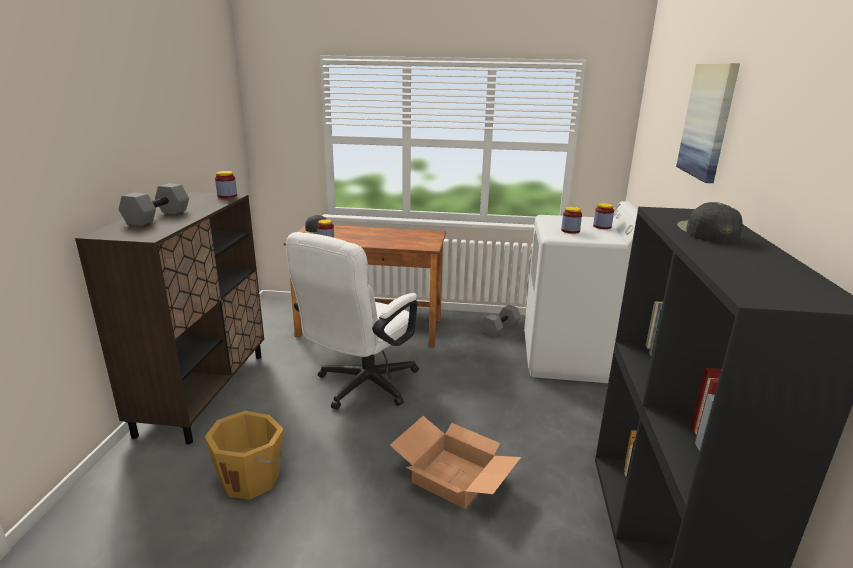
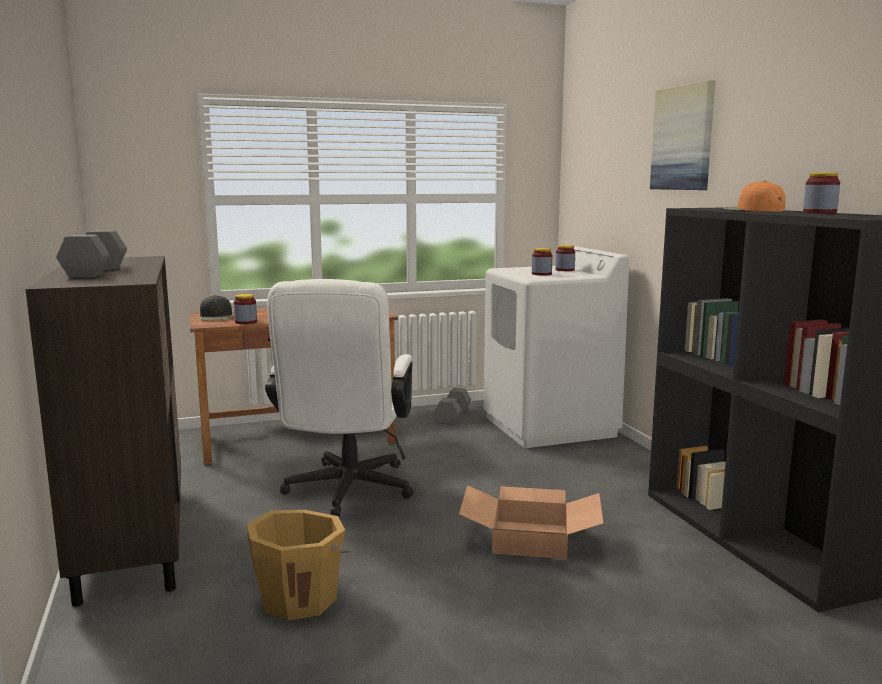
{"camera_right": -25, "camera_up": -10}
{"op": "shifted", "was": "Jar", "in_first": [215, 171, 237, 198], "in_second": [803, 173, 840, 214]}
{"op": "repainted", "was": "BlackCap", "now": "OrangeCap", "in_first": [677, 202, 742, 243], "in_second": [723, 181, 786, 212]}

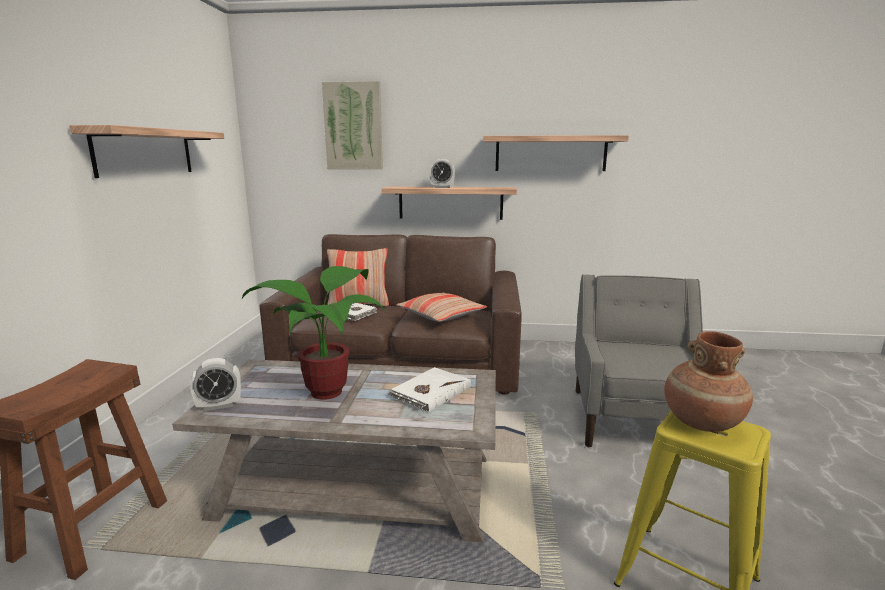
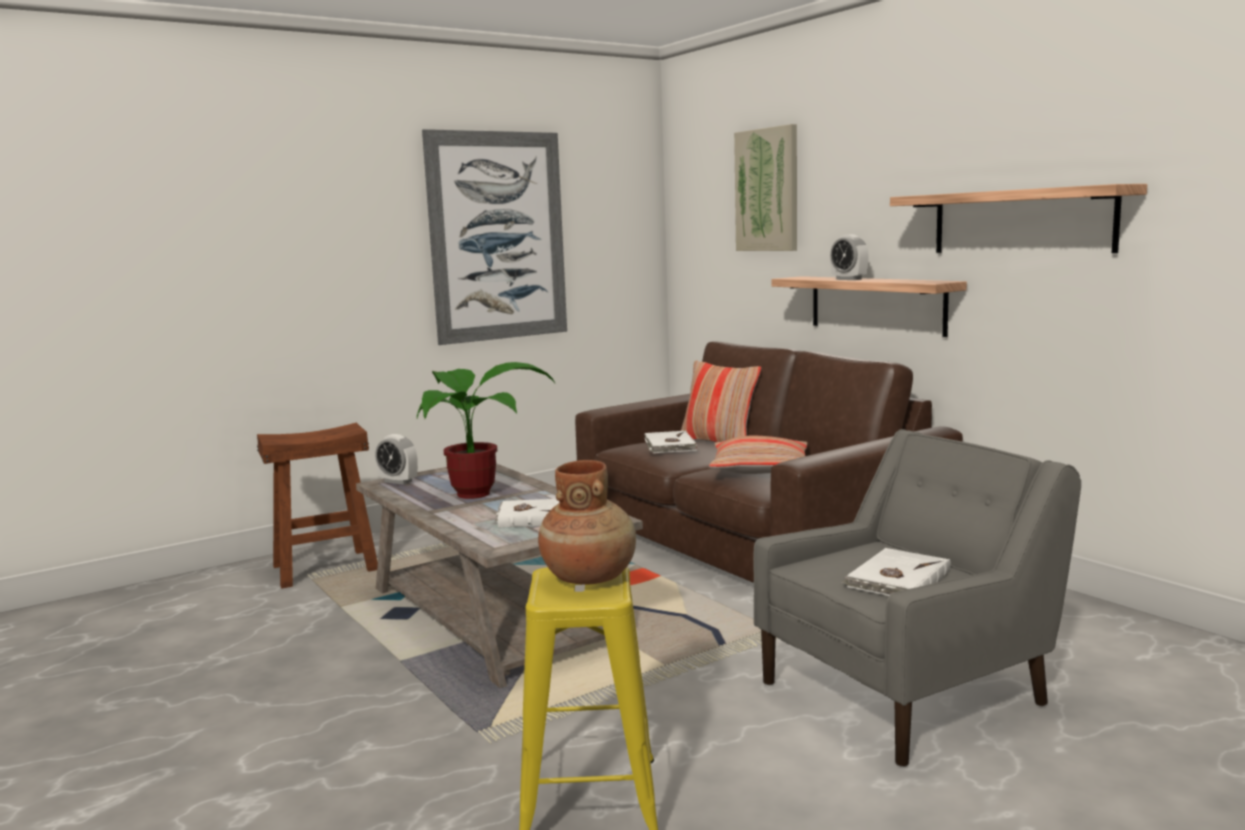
{"camera_right": 50, "camera_up": -5}
{"op": "swapped", "was": "WallShelf", "now": "WallPicture", "in_first": [69, 125, 224, 178], "in_second": [422, 129, 567, 345]}
{"op": "new", "now": "WhiteVolume", "in_second": [841, 548, 951, 596]}

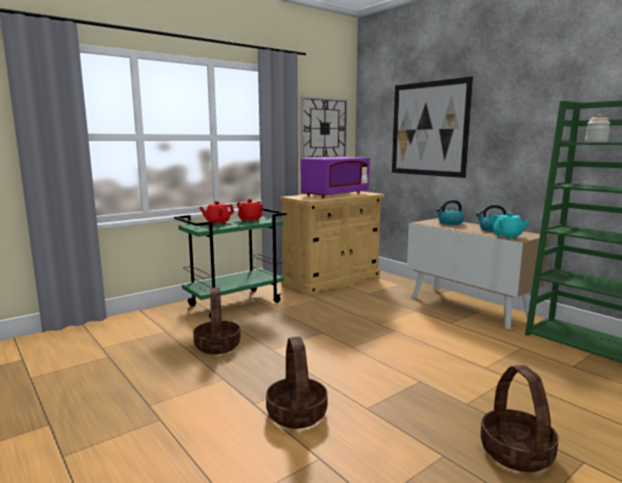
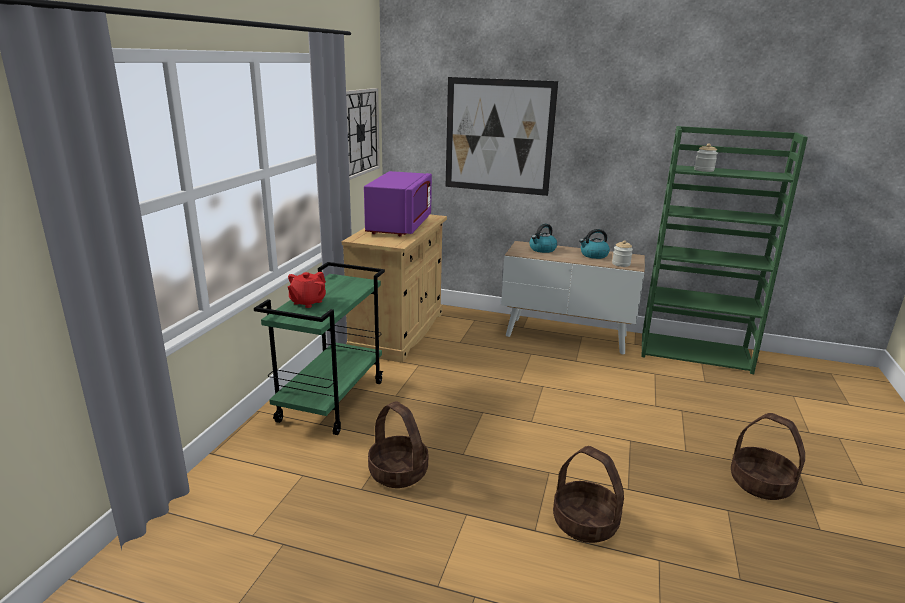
{"camera_right": -35, "camera_up": 10}
{"op": "gone", "was": "RedColouredTeapot", "in_first": [237, 199, 263, 222]}
{"op": "swapped", "was": "TurquoiseColouredTeapot", "now": "Jar", "in_first": [491, 212, 530, 239], "in_second": [612, 240, 633, 267]}

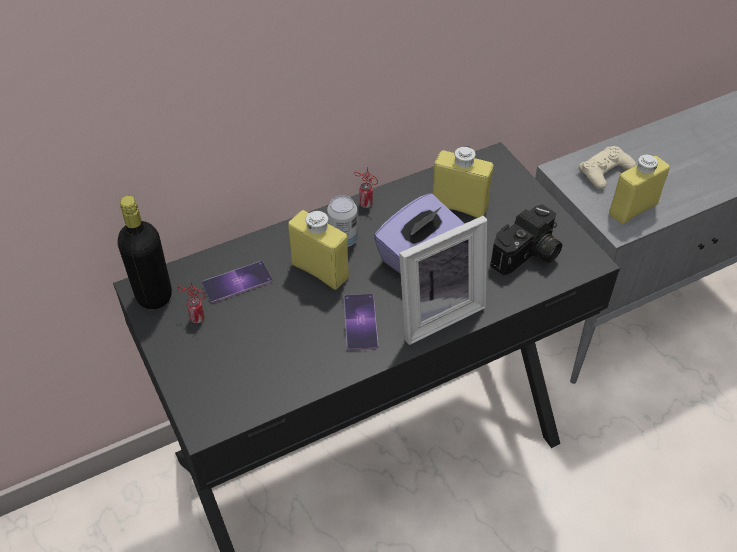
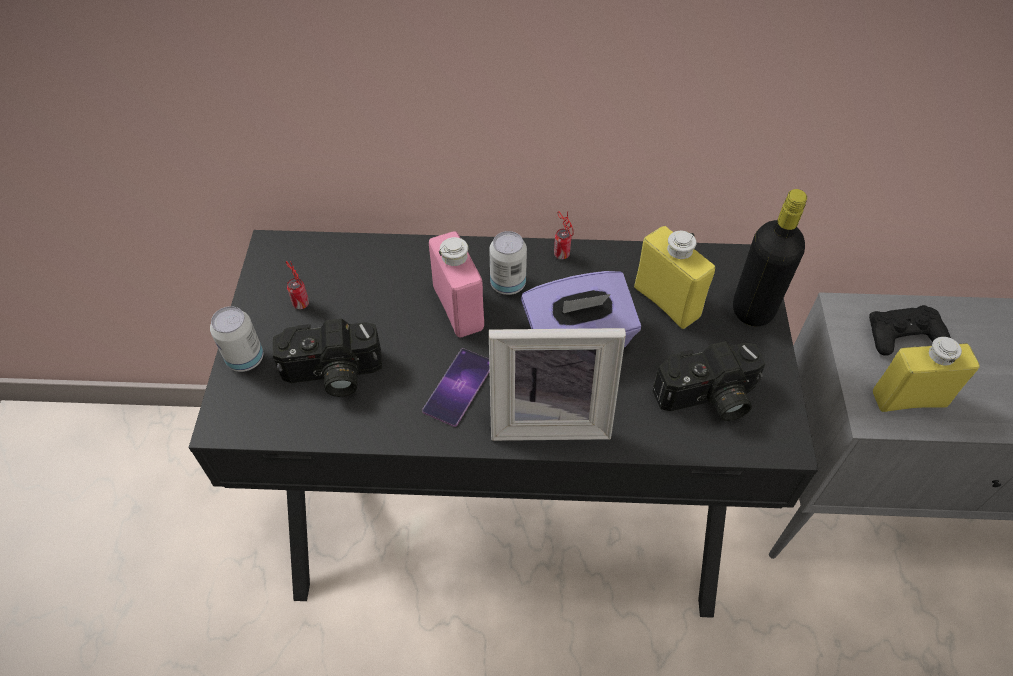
{"camera_right": 30, "camera_up": 5}
{"op": "repainted", "was": "SandColouredGameController", "now": "BlackGameController", "in_first": [579, 146, 636, 189], "in_second": [869, 305, 951, 356]}
{"op": "shifted", "was": "BlackBeverageBottle", "in_first": [118, 196, 172, 309], "in_second": [733, 189, 807, 326]}
{"op": "repainted", "was": "YellowBeverageBottle", "now": "PinkColouredBeverageBottle", "in_first": [288, 210, 349, 290], "in_second": [429, 231, 484, 337]}
{"op": "gone", "was": "Phone", "in_first": [202, 261, 273, 303]}
{"op": "new", "now": "Can", "in_second": [210, 306, 264, 372]}
{"op": "new", "now": "PhotoCamera", "in_second": [273, 318, 382, 397]}

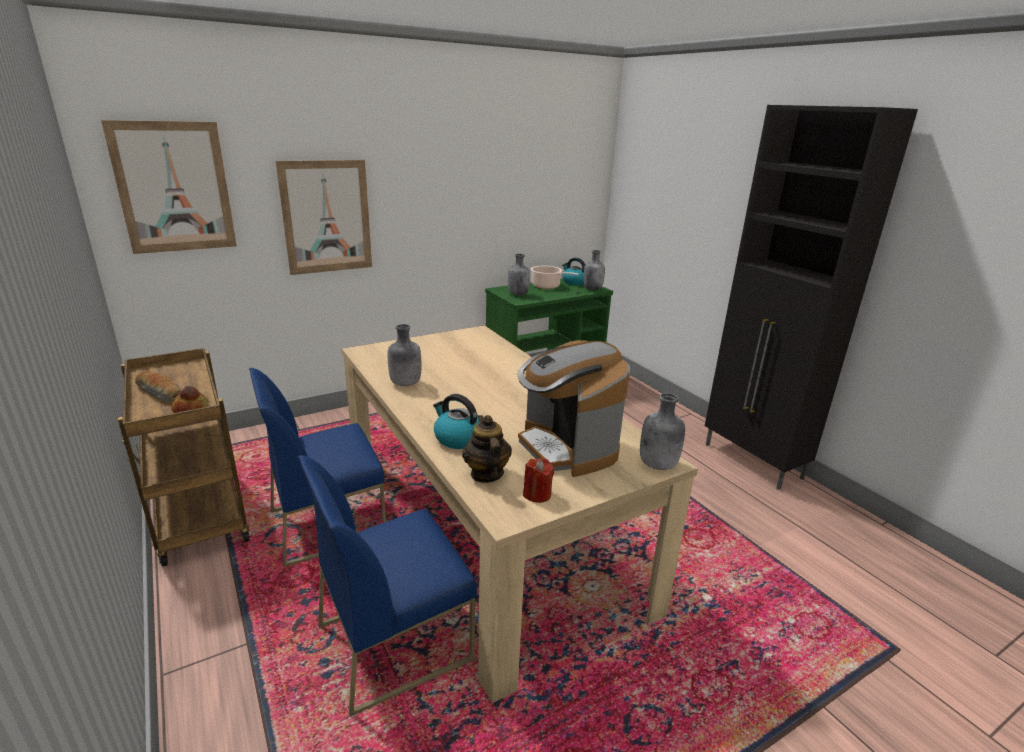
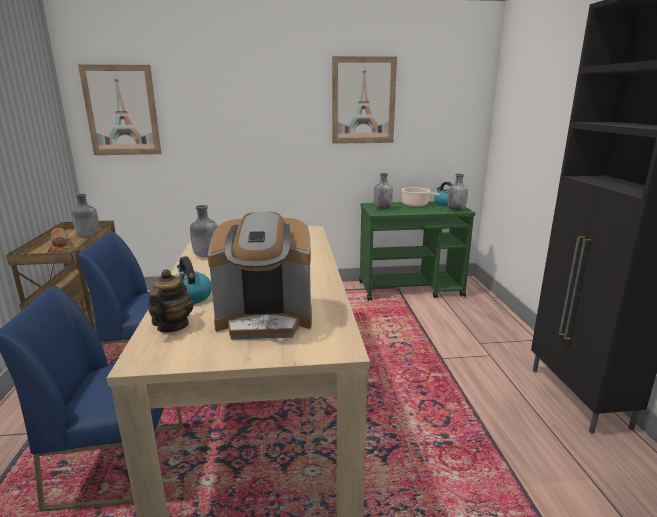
{"camera_right": 25, "camera_up": -5}
{"op": "shifted", "was": "WallPicture", "in_first": [276, 160, 372, 275], "in_second": [332, 56, 397, 144]}
{"op": "rotated", "was": "CoffeeMachine", "in_first": [518, 340, 630, 477], "in_second": [208, 212, 312, 339], "clockwise": -90}
{"op": "shifted", "was": "GreyishBeverageBottle", "in_first": [640, 393, 685, 470], "in_second": [72, 194, 99, 237]}
{"op": "gone", "was": "RedColouredWaxCandle", "in_first": [523, 458, 554, 503]}

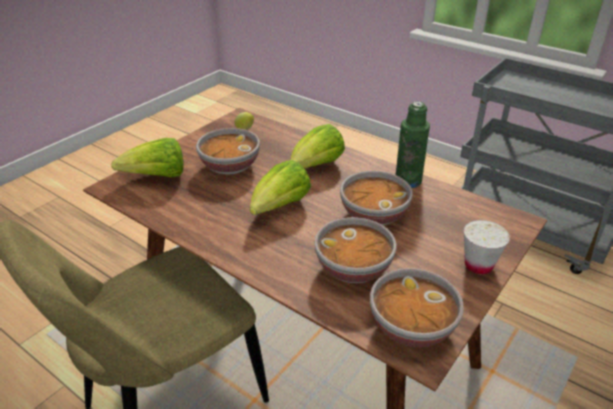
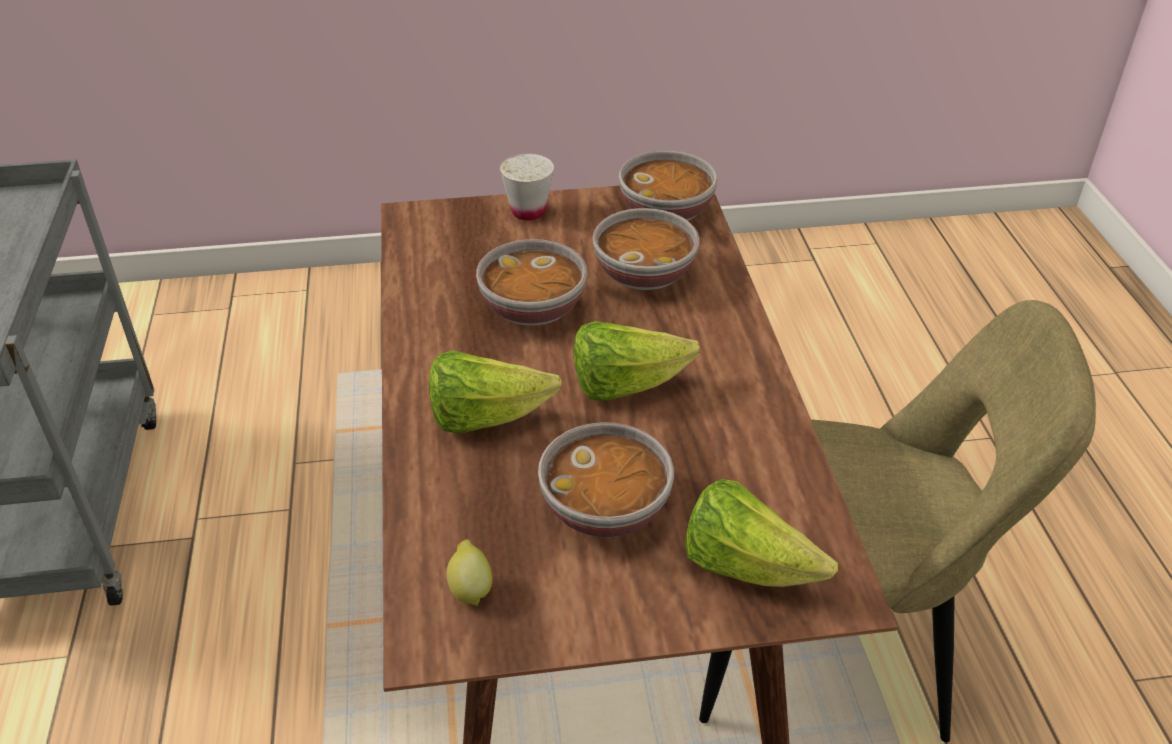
{"camera_right": -135, "camera_up": 5}
{"op": "gone", "was": "GreenishBeverageBottle", "in_first": [396, 102, 430, 188]}

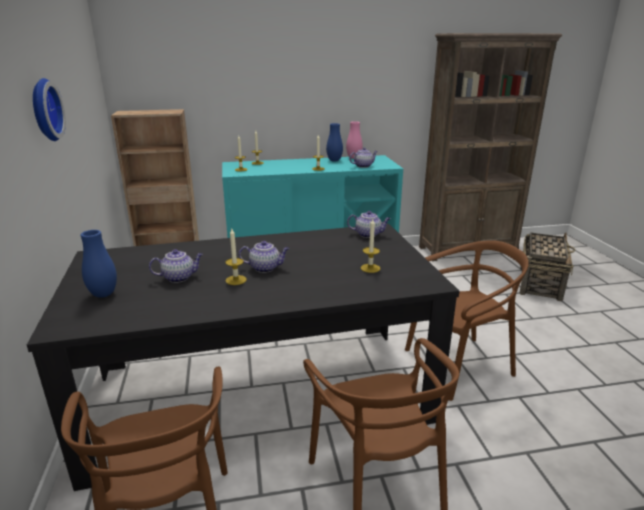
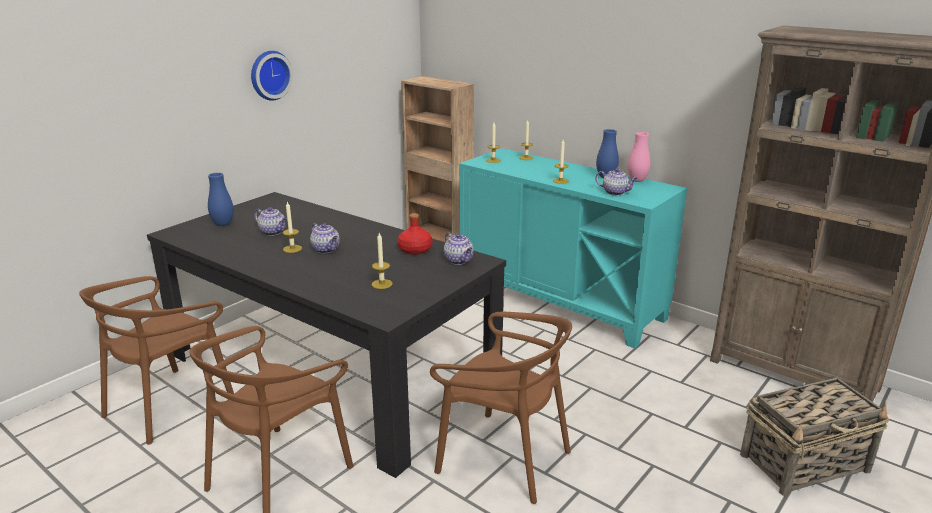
{"camera_right": 50, "camera_up": 0}
{"op": "new", "now": "RedColouredBeverageBottle", "in_second": [397, 213, 433, 255]}

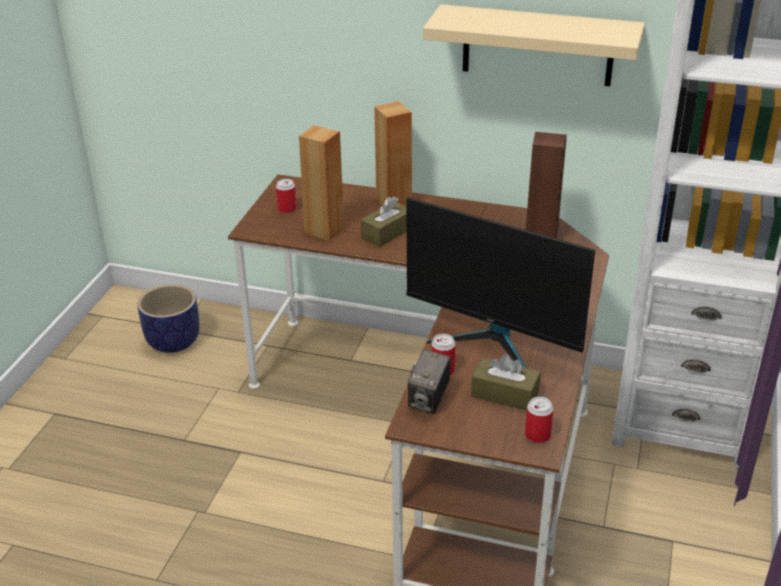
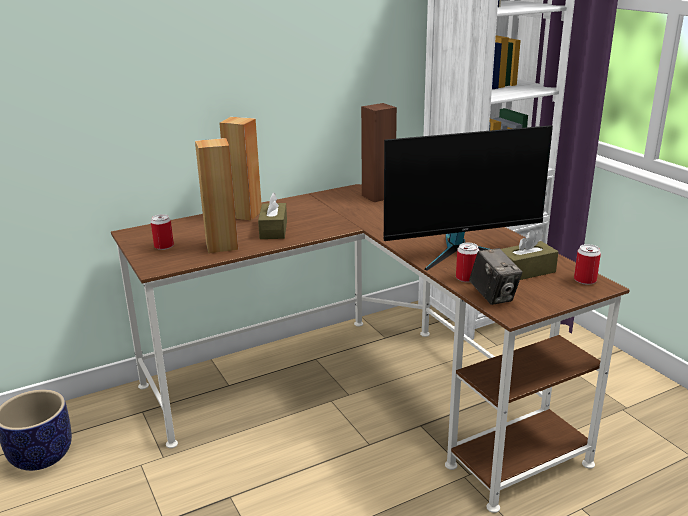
{"camera_right": -45, "camera_up": -10}
{"op": "gone", "was": "SandColouredWallShelf", "in_first": [423, 4, 645, 86]}

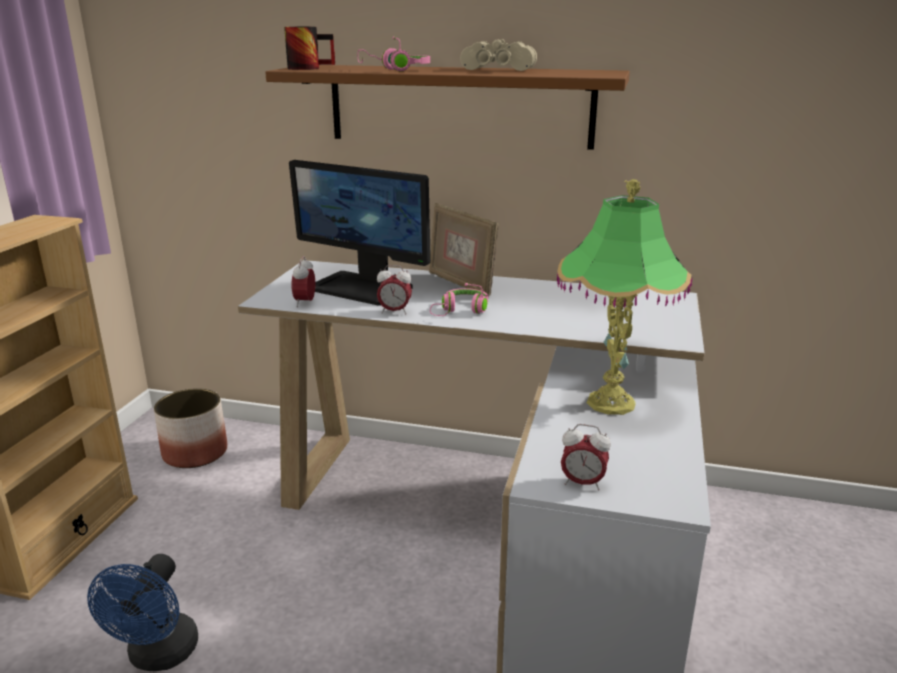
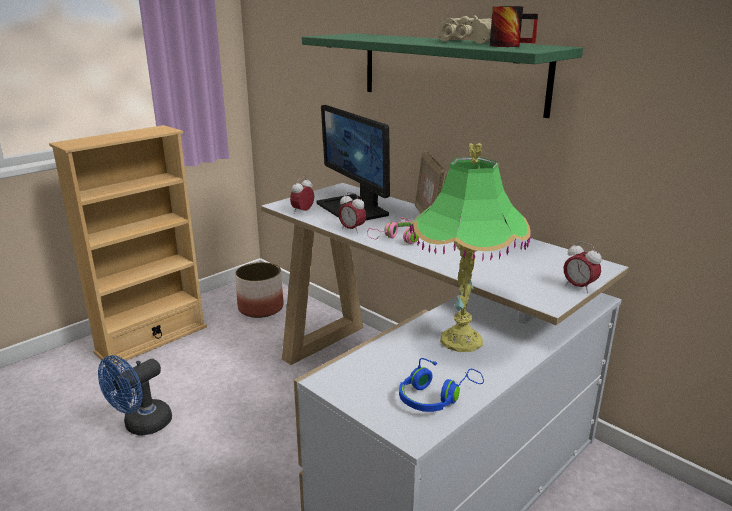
{"camera_right": 30, "camera_up": 0}
{"op": "shifted", "was": "TeaMug", "in_first": [284, 27, 335, 70], "in_second": [490, 6, 538, 47]}
{"op": "gone", "was": "PinkColouredHeadset", "in_first": [357, 36, 430, 71]}
{"op": "repainted", "was": "BrownishWallShelf", "now": "GreenishWallShelf", "in_first": [265, 65, 630, 150], "in_second": [302, 33, 583, 118]}
{"op": "shifted", "was": "TableClock", "in_first": [561, 424, 611, 491], "in_second": [564, 242, 601, 293]}
{"op": "new", "now": "BluishHeadset", "in_second": [399, 358, 484, 412]}

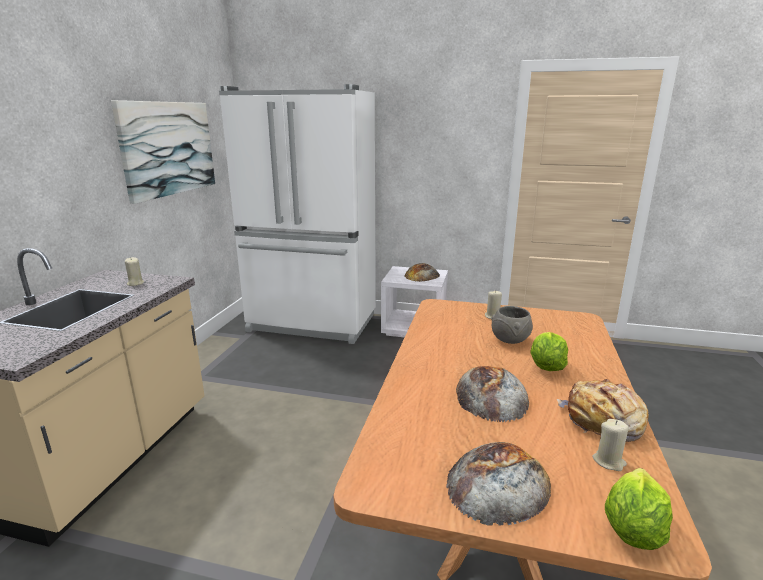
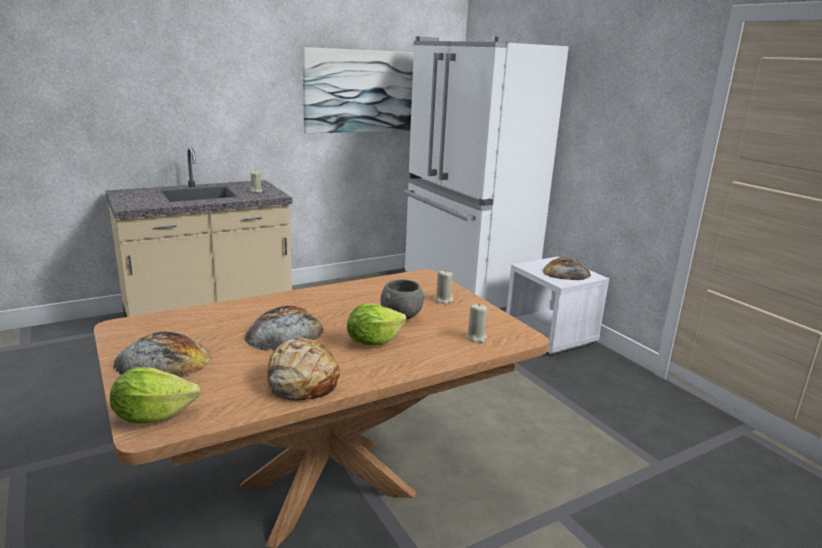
{"camera_right": 45, "camera_up": 0}
{"op": "shifted", "was": "SandColouredWaxCandle", "in_first": [592, 419, 629, 471], "in_second": [466, 303, 487, 343]}

